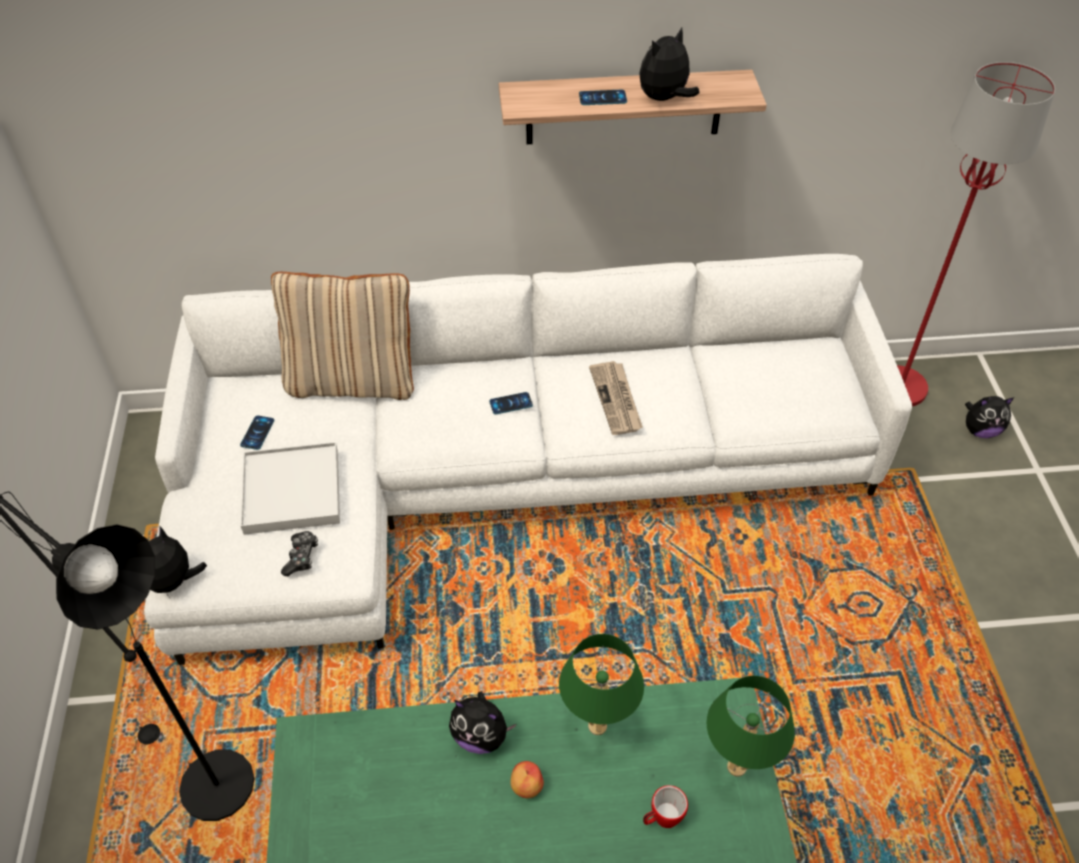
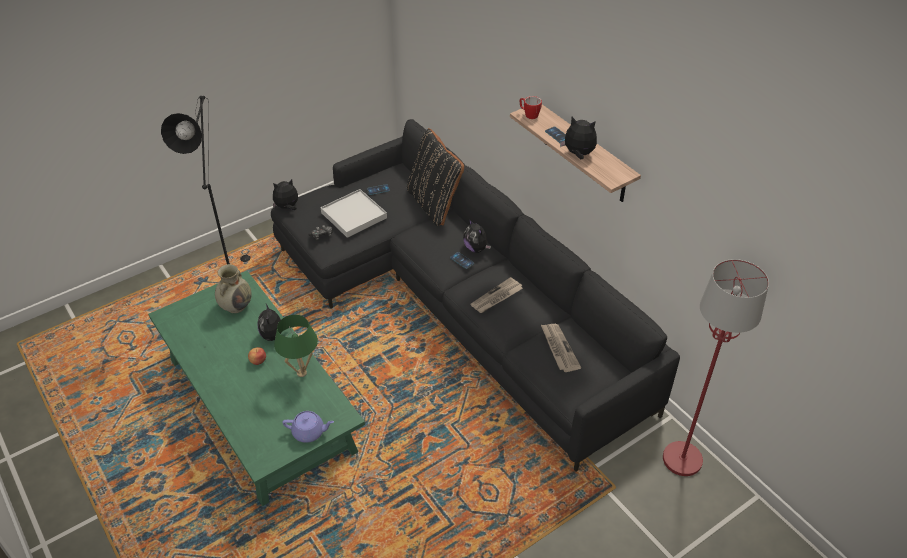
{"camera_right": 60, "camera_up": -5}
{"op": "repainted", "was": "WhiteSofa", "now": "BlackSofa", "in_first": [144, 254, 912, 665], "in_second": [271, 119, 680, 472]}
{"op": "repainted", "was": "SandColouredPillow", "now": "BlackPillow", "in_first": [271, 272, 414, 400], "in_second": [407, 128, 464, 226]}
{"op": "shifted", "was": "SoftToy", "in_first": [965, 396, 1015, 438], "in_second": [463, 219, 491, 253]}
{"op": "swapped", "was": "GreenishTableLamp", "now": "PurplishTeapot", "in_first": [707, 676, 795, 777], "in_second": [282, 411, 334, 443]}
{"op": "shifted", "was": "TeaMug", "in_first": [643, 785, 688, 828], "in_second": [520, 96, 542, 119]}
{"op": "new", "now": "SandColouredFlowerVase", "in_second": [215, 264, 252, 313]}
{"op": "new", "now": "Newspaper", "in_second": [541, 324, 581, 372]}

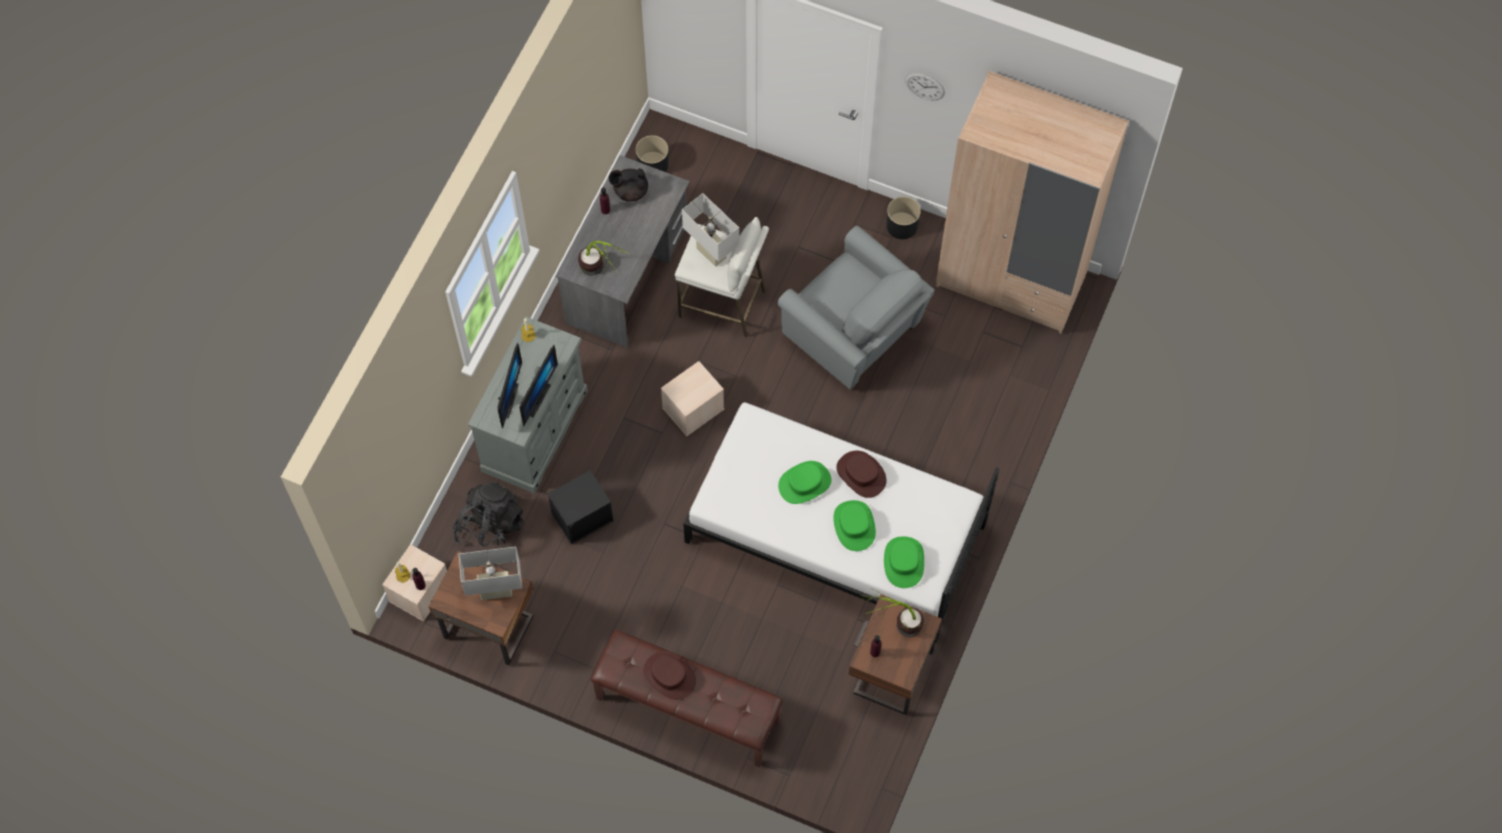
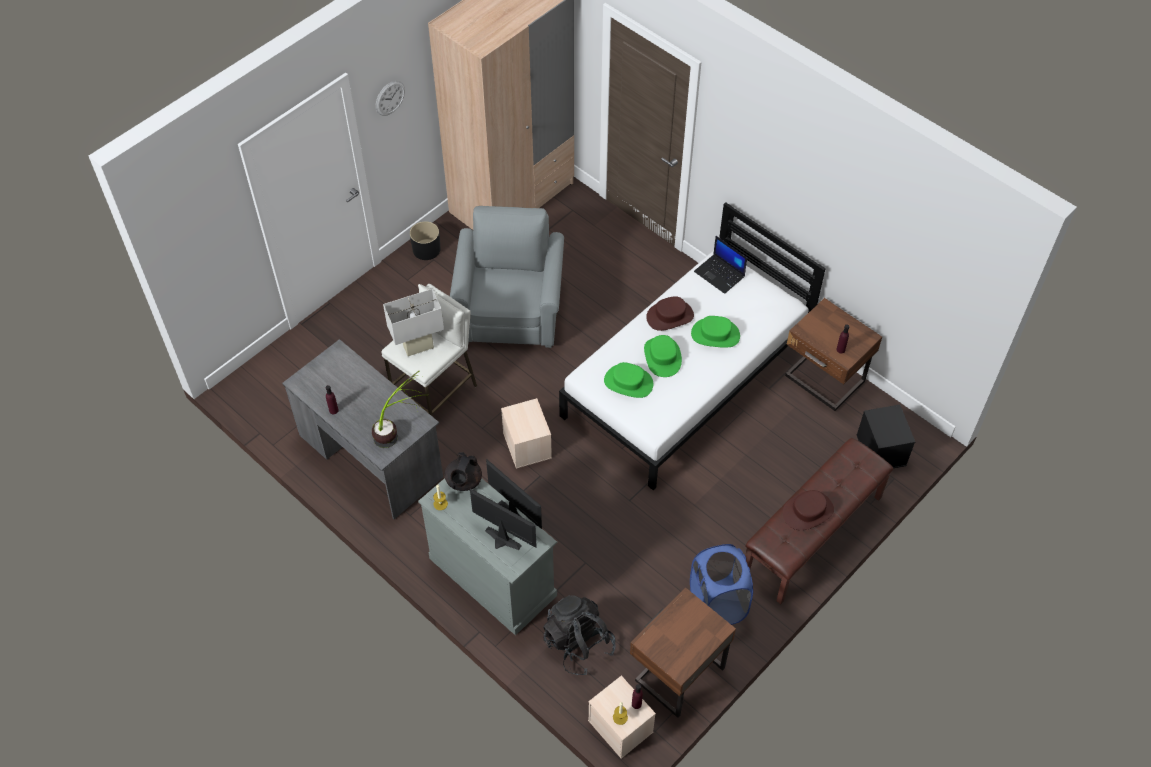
{"camera_right": -70, "camera_up": -10}
{"op": "gone", "was": "BlackPlanter", "in_first": [636, 135, 669, 172]}
{"op": "shifted", "was": "BlackTeapot", "in_first": [609, 168, 648, 202], "in_second": [445, 452, 482, 491]}
{"op": "rotated", "was": "GreyishArmchair", "in_first": [778, 226, 934, 390], "in_second": [450, 206, 564, 348], "clockwise": -60}
{"op": "shifted", "was": "BlackStorageBox", "in_first": [547, 470, 614, 544], "in_second": [857, 405, 915, 468]}
{"op": "shifted", "was": "GreenishHat", "in_first": [884, 536, 924, 588], "in_second": [604, 362, 653, 398]}
{"op": "gone", "was": "WhiteTableLamp", "in_first": [459, 547, 522, 600]}
{"op": "gone", "was": "PottedPlant", "in_first": [864, 588, 924, 637]}
{"op": "new", "now": "PortableComputer", "in_second": [694, 236, 747, 294]}
{"op": "new", "now": "BluishWashingBasket", "in_second": [690, 544, 753, 625]}

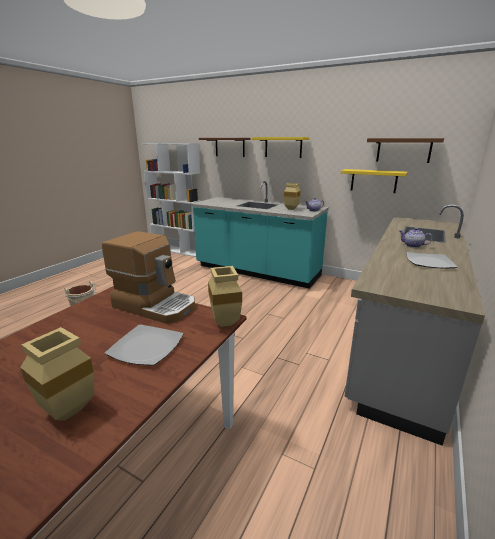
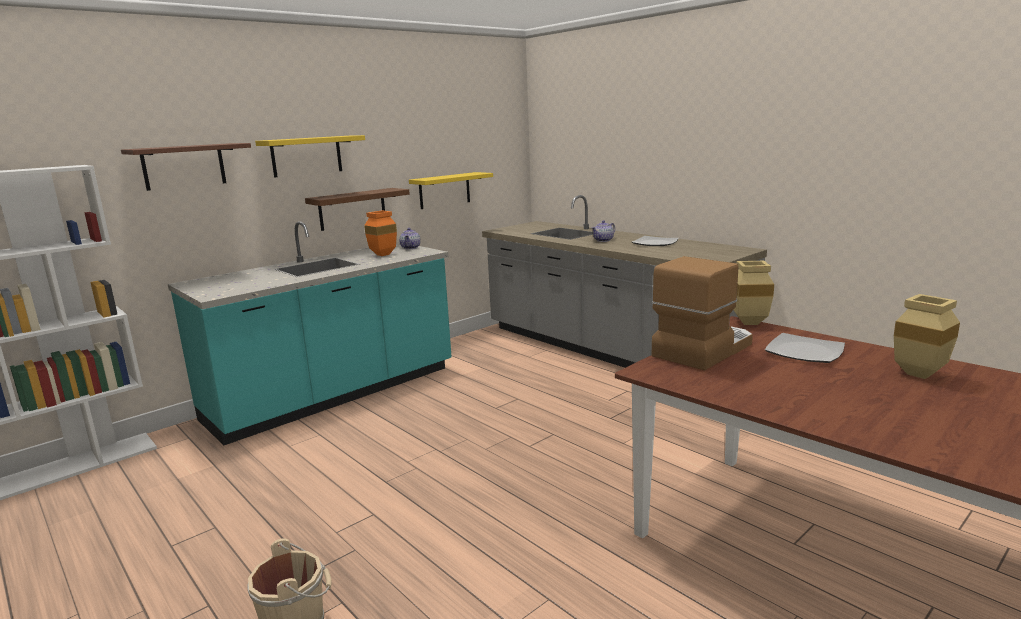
{"camera_right": -70, "camera_up": -5}
{"op": "shifted", "was": "BrownishWallShelf", "in_first": [367, 138, 444, 163], "in_second": [305, 188, 410, 231]}
{"op": "repainted", "was": "SandColouredFlowerVase", "now": "OrangeFlowerVase", "in_first": [284, 183, 301, 210], "in_second": [364, 210, 397, 256]}

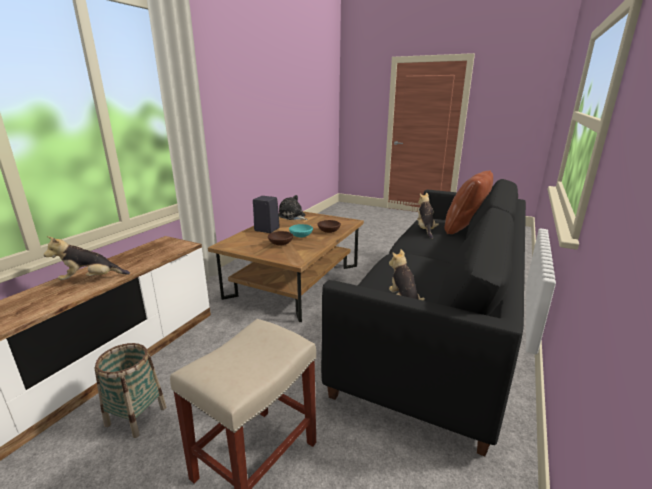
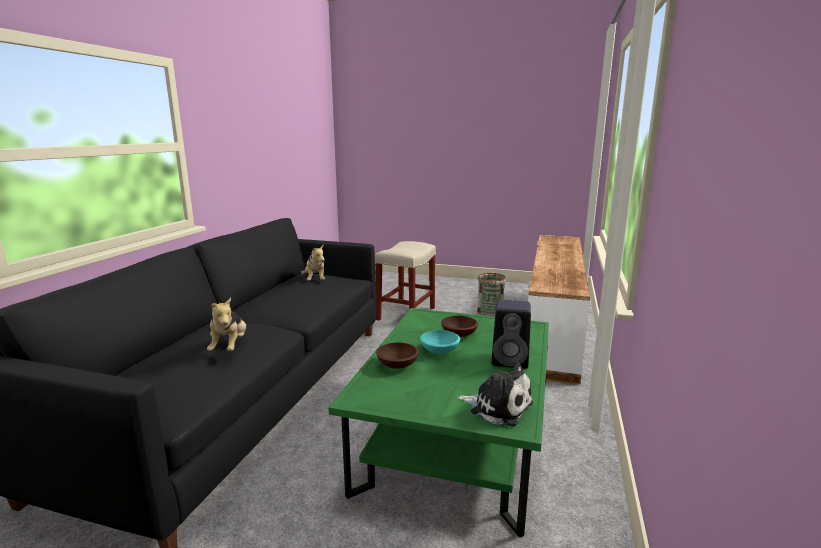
{"camera_right": 170, "camera_up": -5}
{"op": "gone", "was": "BrownishPillow", "in_first": [444, 170, 493, 234]}
{"op": "repainted", "was": "BrownishLowTable", "now": "GreenishLowTable", "in_first": [208, 211, 364, 322], "in_second": [329, 308, 549, 538]}
{"op": "gone", "was": "SoftToy", "in_first": [44, 236, 130, 280]}

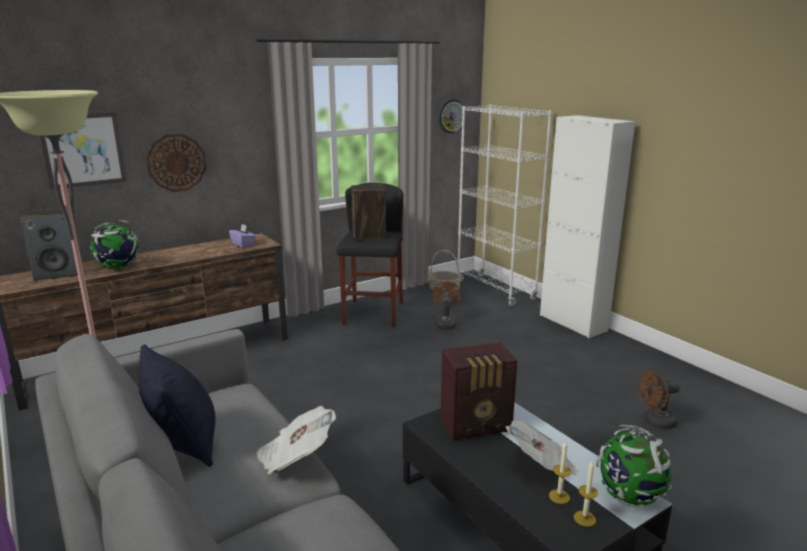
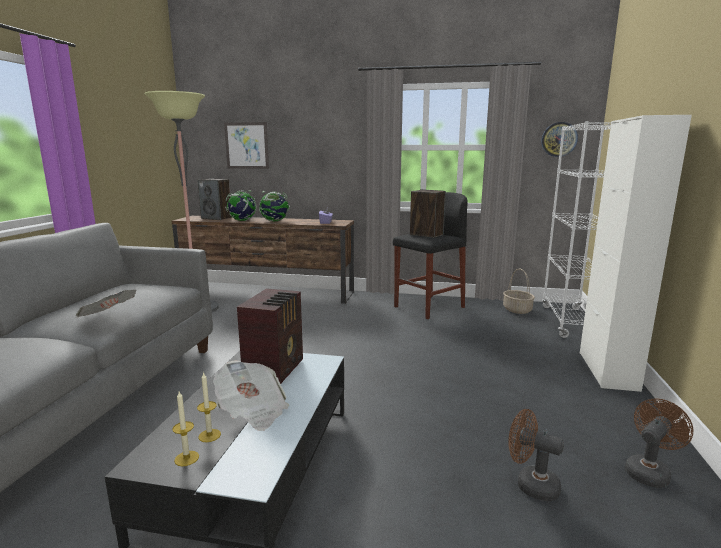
{"camera_right": 45, "camera_up": -5}
{"op": "gone", "was": "HangingClock", "in_first": [146, 134, 206, 192]}
{"op": "shifted", "was": "BrownishCoolingFan", "in_first": [432, 281, 461, 330], "in_second": [625, 398, 693, 488]}
{"op": "rotated", "was": "RadioSet", "in_first": [441, 342, 517, 440], "in_second": [237, 288, 303, 384], "clockwise": -105}
{"op": "gone", "was": "BlackPillow", "in_first": [139, 344, 215, 467]}
{"op": "shifted", "was": "DeskGlobe", "in_first": [596, 425, 672, 506], "in_second": [259, 191, 290, 221]}

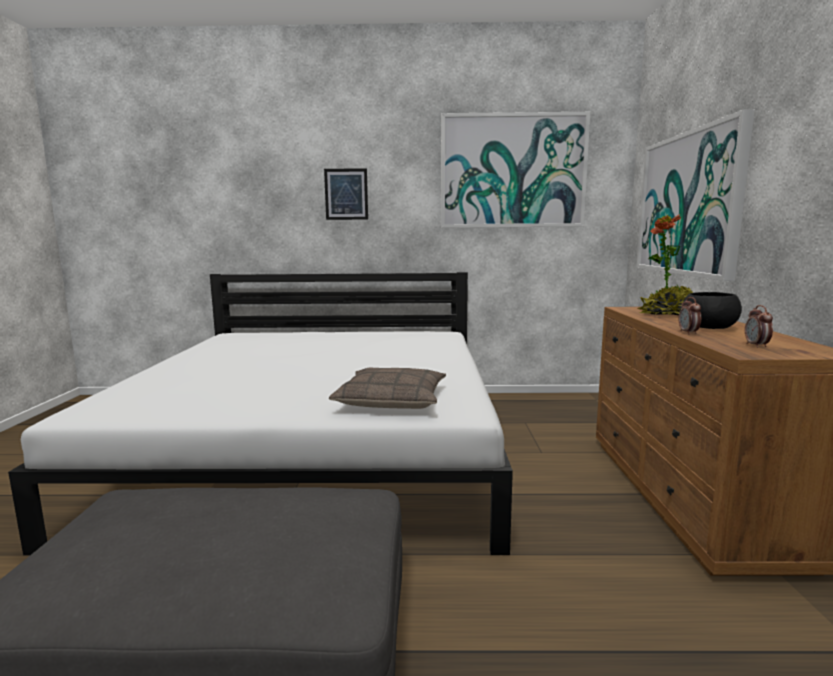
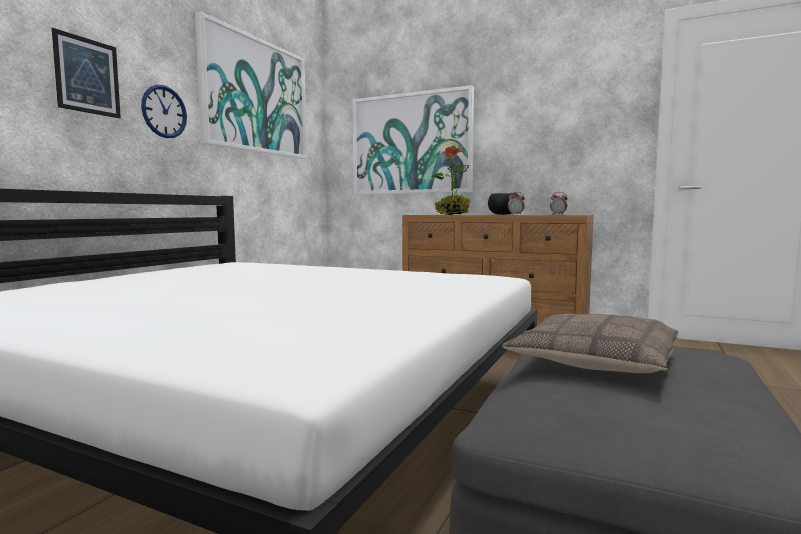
{"camera_right": -65, "camera_up": -5}
{"op": "shifted", "was": "Pillow", "in_first": [329, 368, 446, 409], "in_second": [502, 314, 679, 373]}
{"op": "new", "now": "HangingClock", "in_second": [141, 85, 187, 138]}

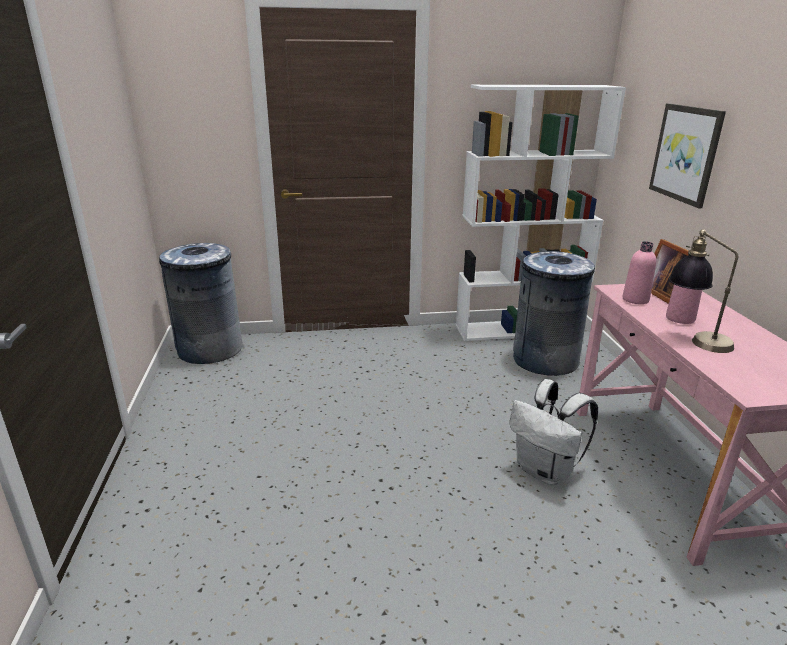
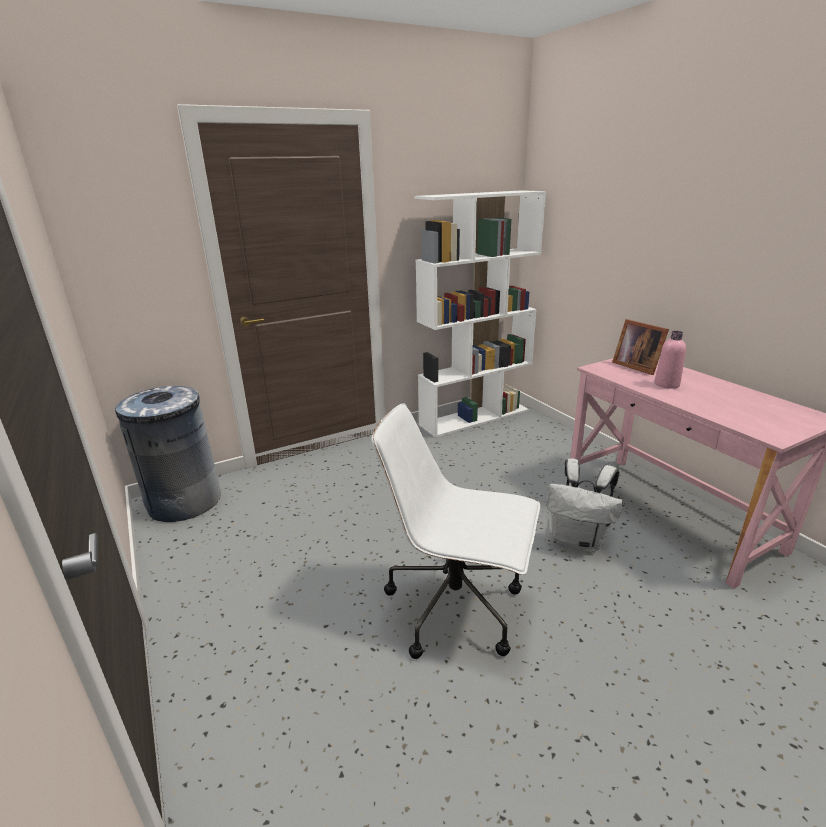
{"camera_right": -20, "camera_up": 0}
{"op": "gone", "was": "WallPicture", "in_first": [649, 103, 726, 208]}
{"op": "gone", "was": "TableLamp", "in_first": [669, 229, 738, 353]}
{"op": "gone", "was": "PinkColouredBeverageBottle", "in_first": [623, 241, 656, 304]}
{"op": "gone", "was": "GreyishWasteBin", "in_first": [513, 251, 595, 376]}
{"op": "new", "now": "WhiteOfficeChair", "in_second": [371, 403, 540, 659]}

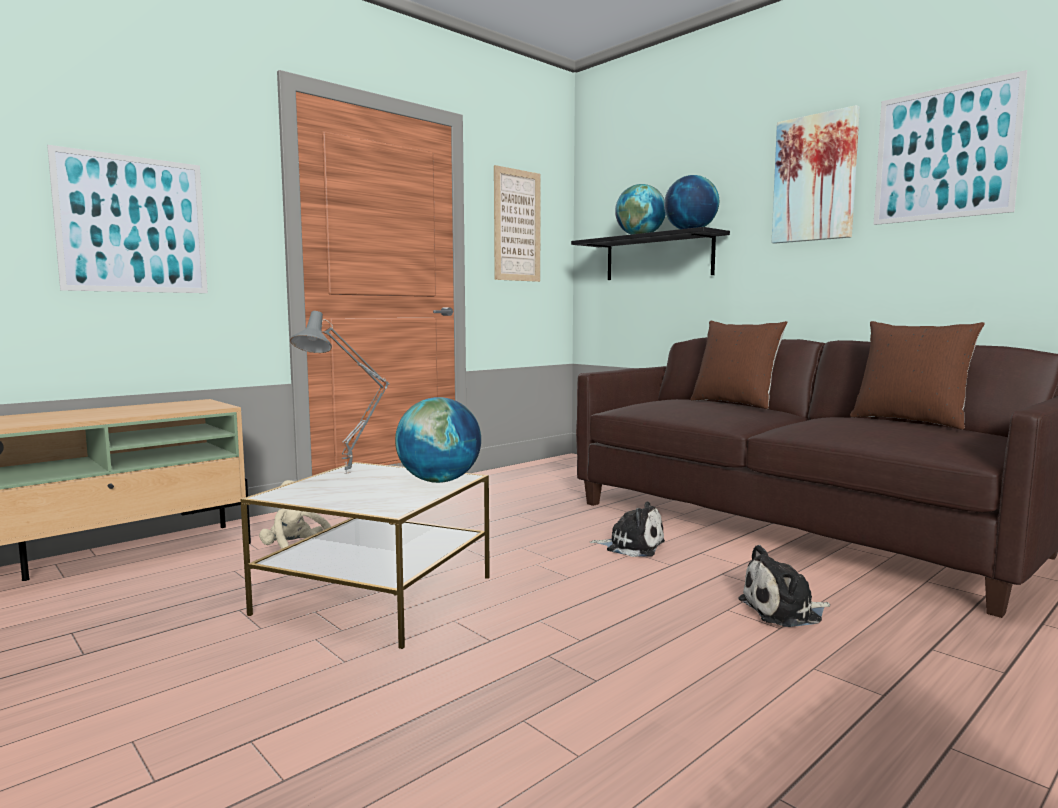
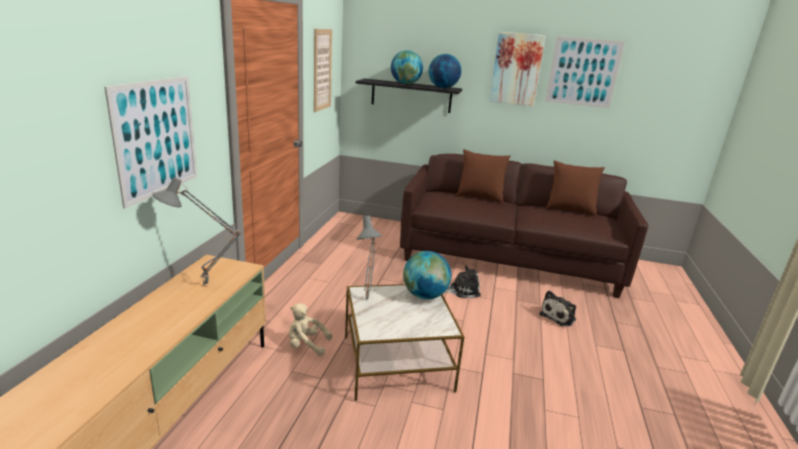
{"camera_right": -35, "camera_up": 15}
{"op": "new", "now": "GreyishTableLamp", "in_second": [153, 177, 242, 287]}

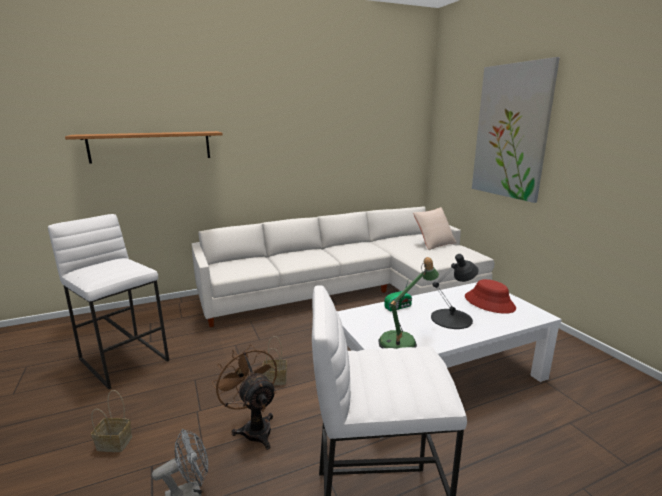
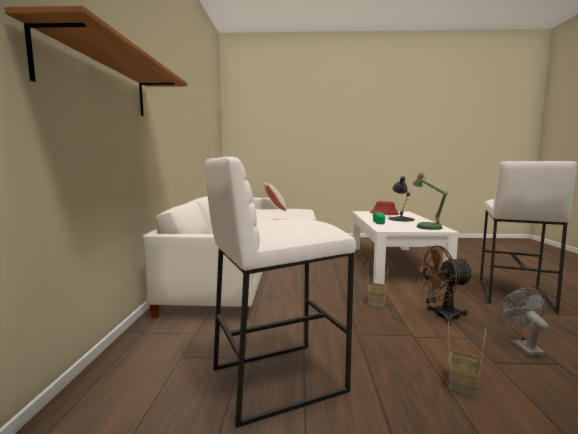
{"camera_right": -65, "camera_up": -10}
{"op": "gone", "was": "WallPicture", "in_first": [472, 57, 560, 203]}

